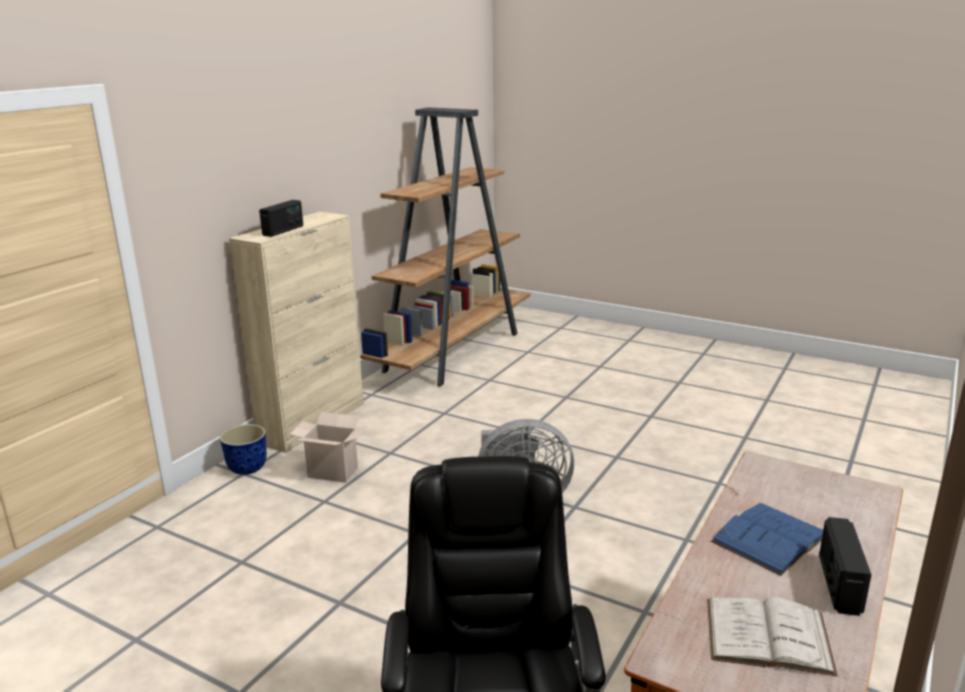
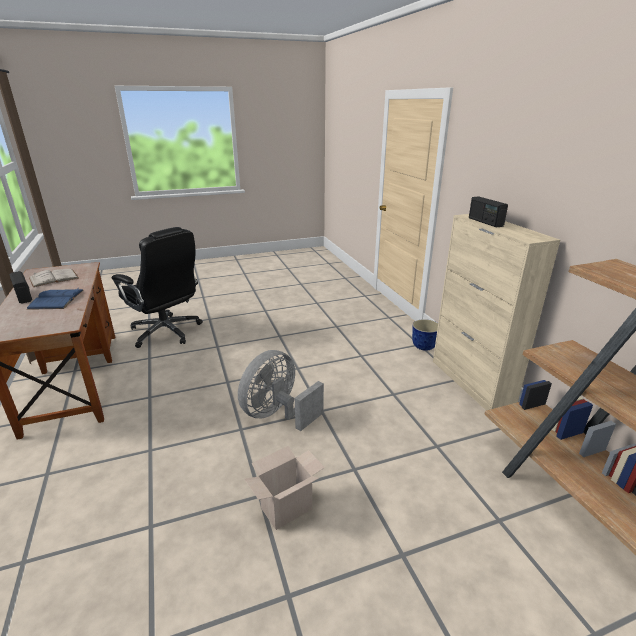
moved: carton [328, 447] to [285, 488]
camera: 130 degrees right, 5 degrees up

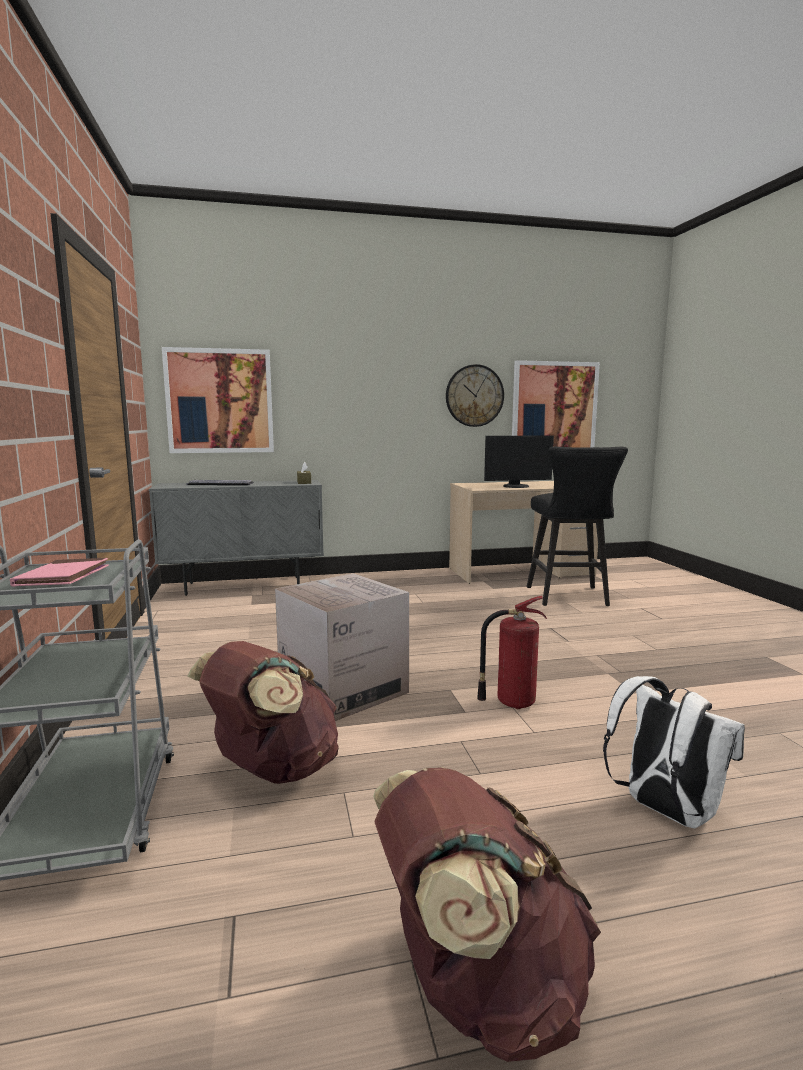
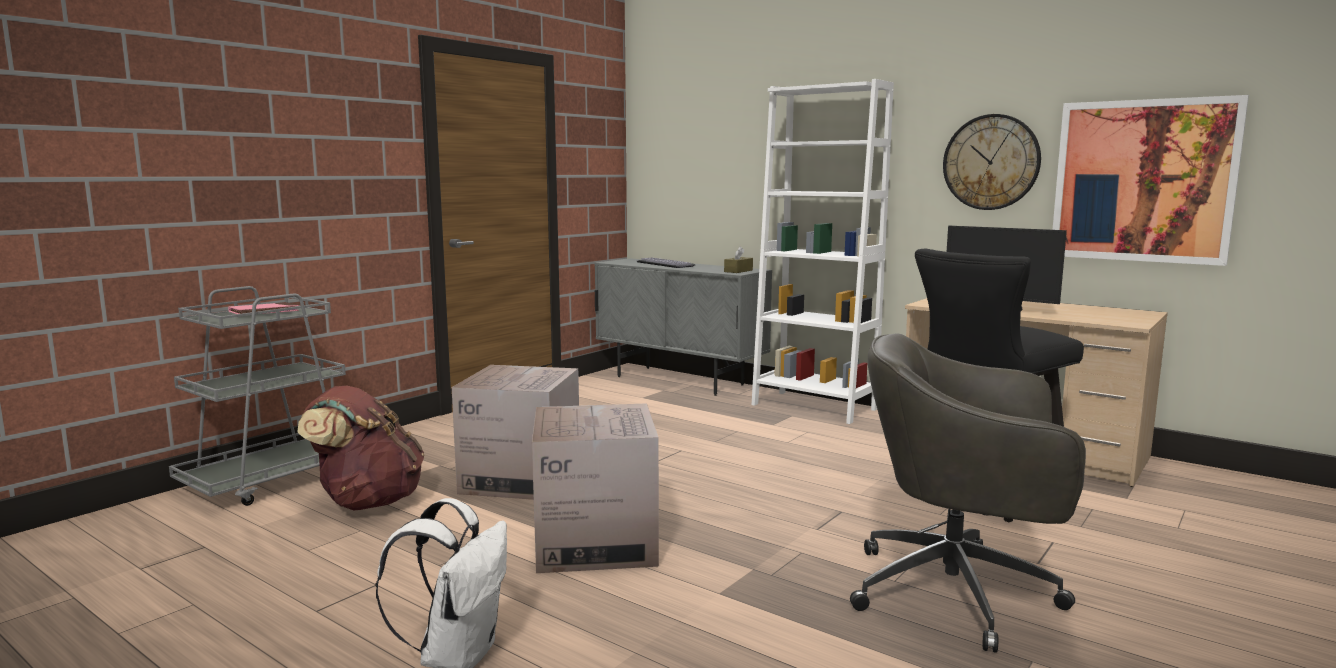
removed: picture [218, 400]; brownish rucksack [487, 914]
added: white bookcase [822, 251]; greyish computer chair [968, 493]
replaced: fire-fighting cylinder [512, 652] to carton [595, 488]
camera: 50 degrees right, 0 degrees up

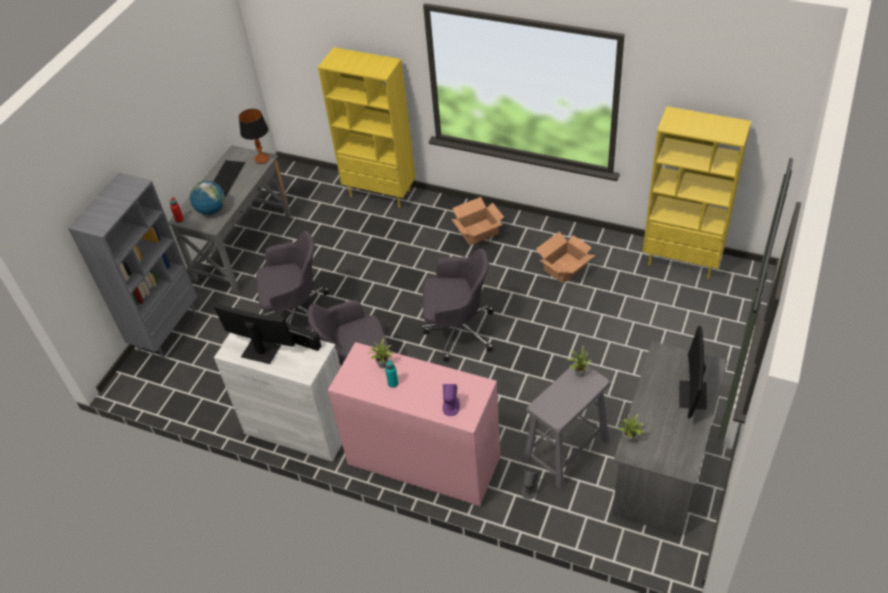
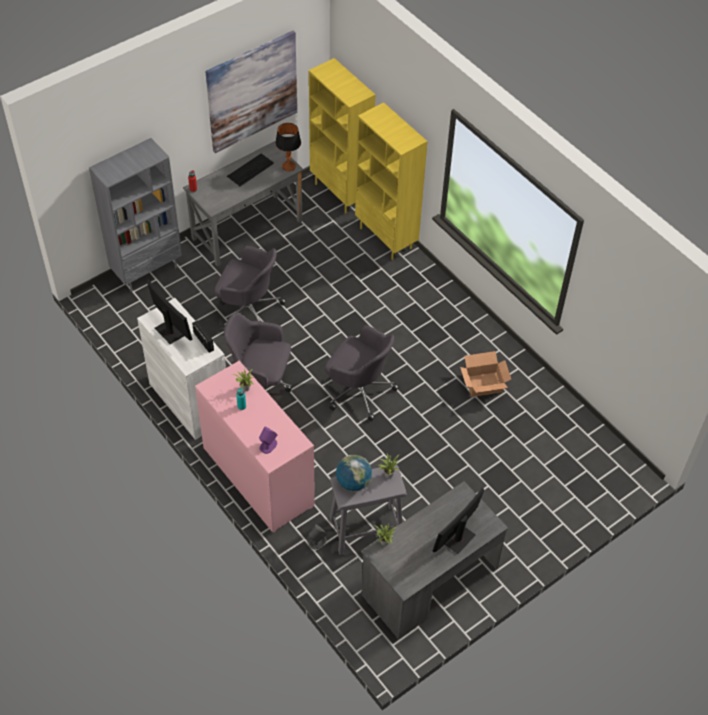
removed: carton [477, 221]
added: picture [251, 91]
moved: yellowish bookcase [697, 192] to [342, 136]; world globe [207, 197] to [354, 473]
camera: 25 degrees right, 5 degrees up

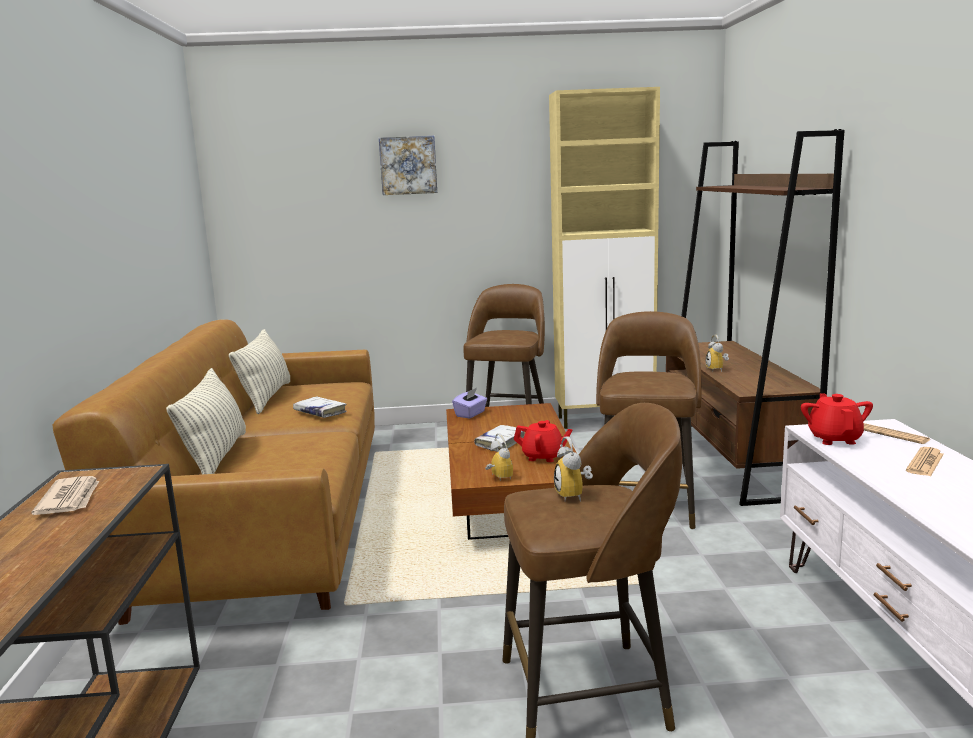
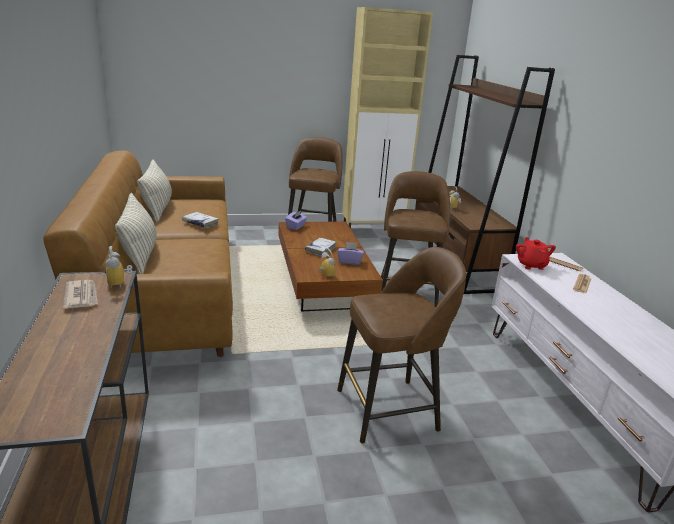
removed: picture [408, 165]
moved: table clock [573, 469] to [119, 266]
replaced: reddish pot for tea [543, 441] to purple tissue box [350, 253]
camera: 10 degrees left, 10 degrees up

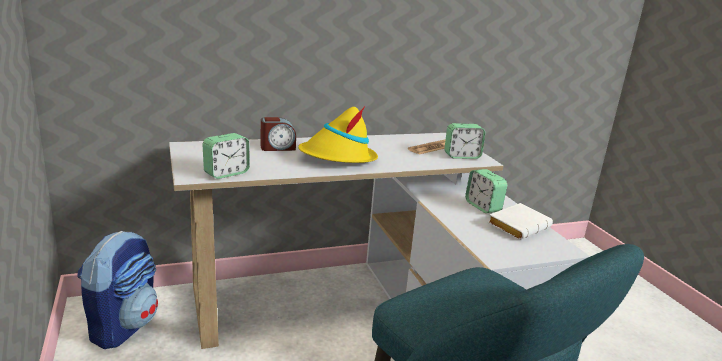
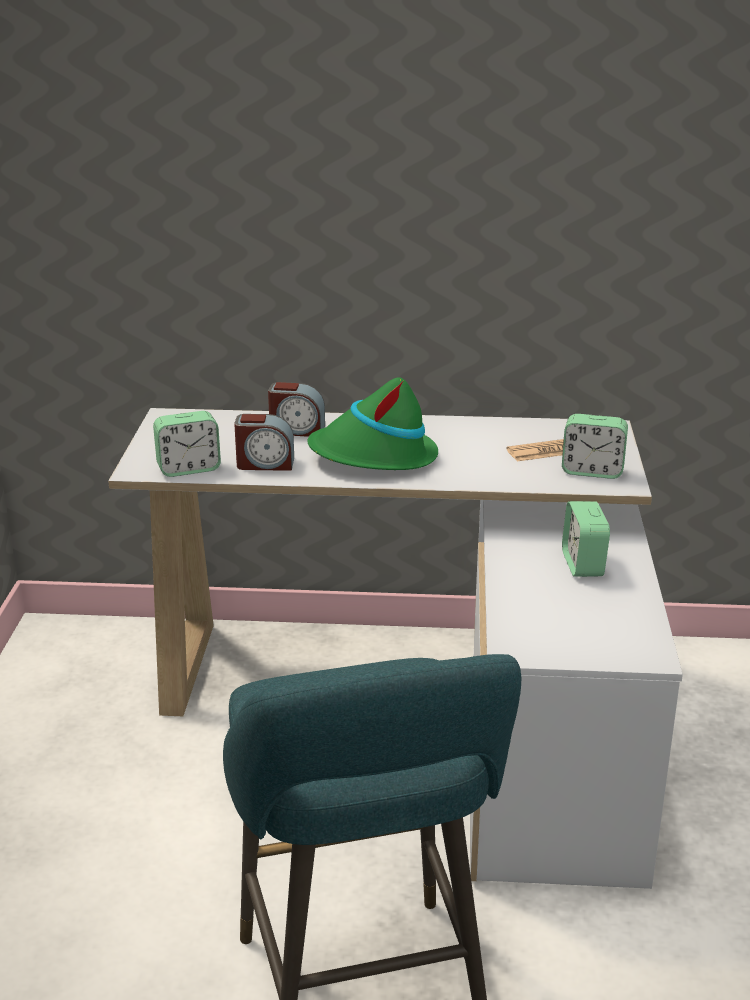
removed: rucksack [117, 290]; white volume [520, 221]
added: table clock [264, 442]
recoloured: yellowish hat [338, 134] to greenish hat [372, 423]
camera: 25 degrees right, 5 degrees up

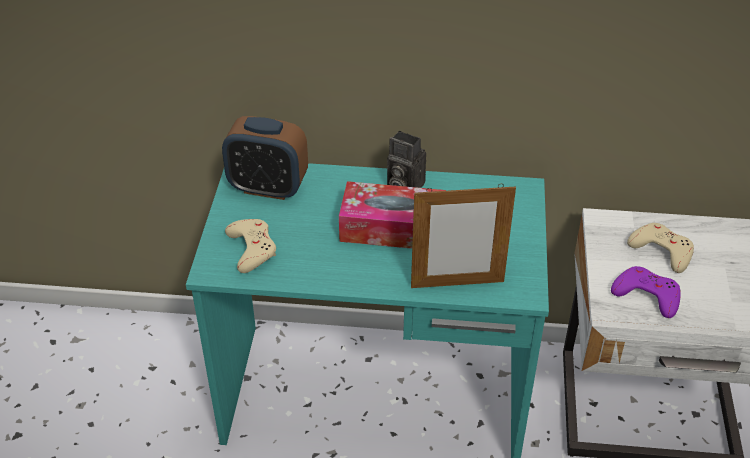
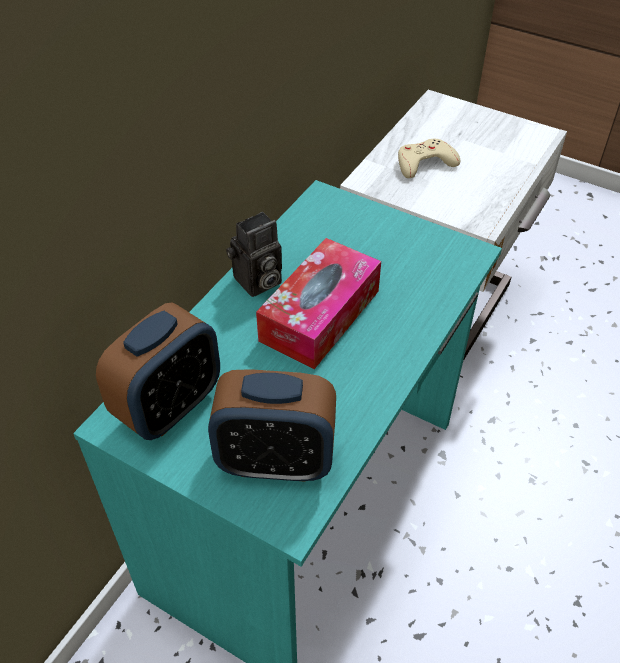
removed: standing frame [463, 236]; purple joypad [646, 292]
replaced: sand-coloured joypad [250, 246] to table clock [272, 425]
camera: 65 degrees left, 5 degrees up

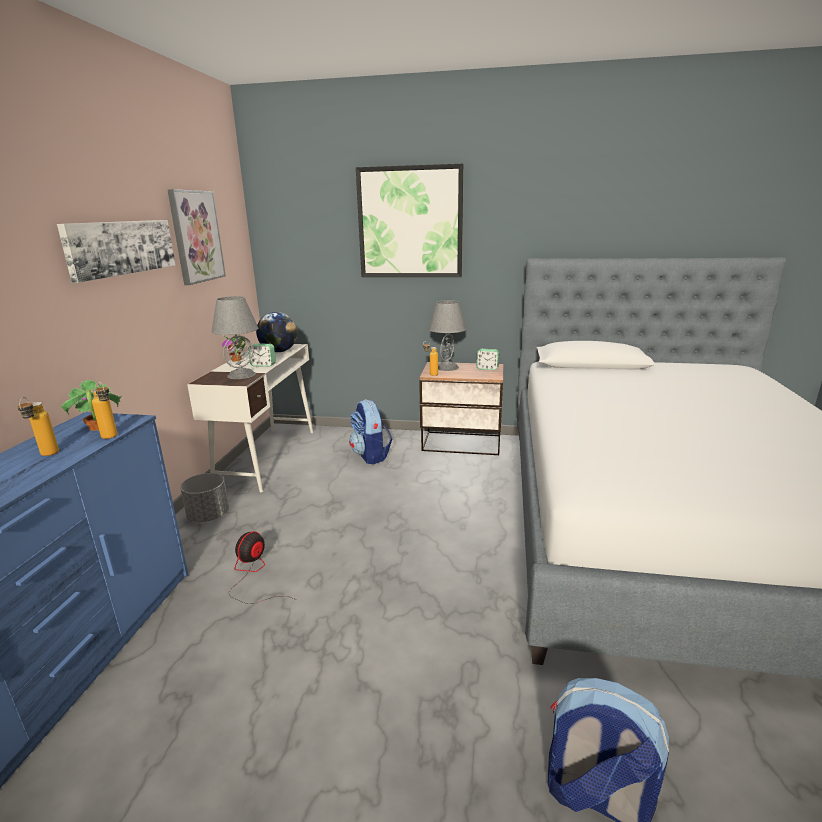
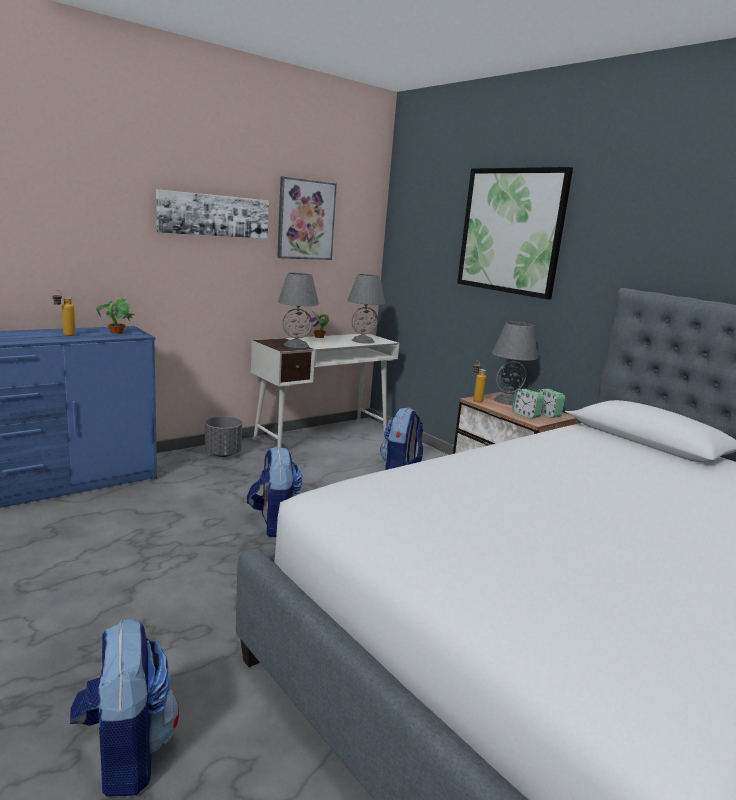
removed: bottle [104, 410]; electric fan [262, 567]
added: rucksack [275, 491]
moved: table clock [262, 355] to [528, 403]
replaced: world globe [276, 332] to greyish tabletop lamp [366, 308]
camera: 40 degrees right, 5 degrees down

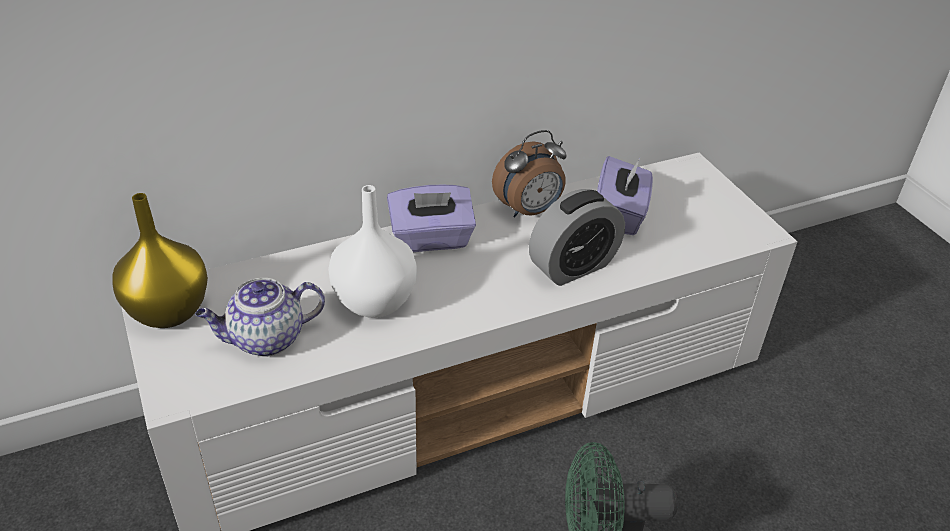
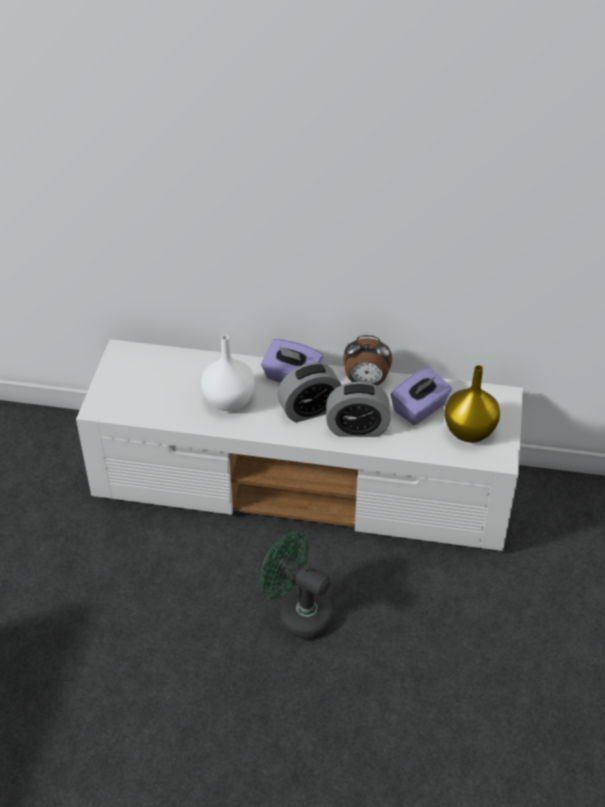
removed: pot for tea [260, 317]
added: table clock [309, 392]
moved: yellowish flower vase [160, 260] to [472, 404]
camera: 35 degrees right, 5 degrees up

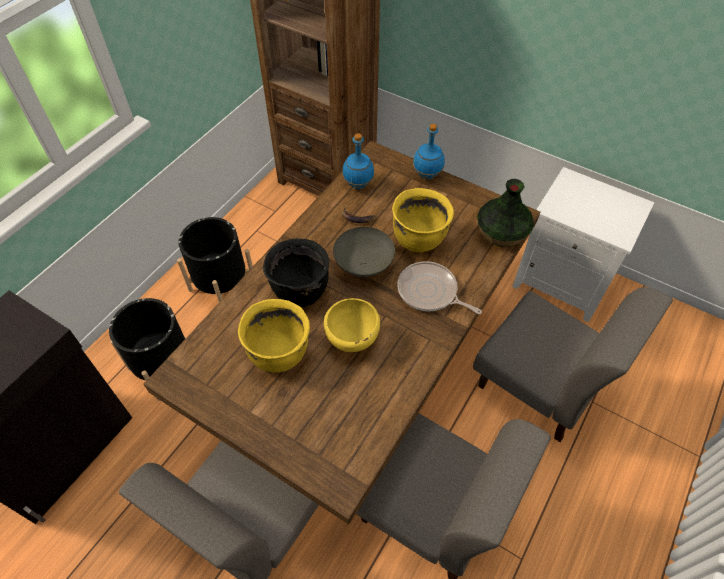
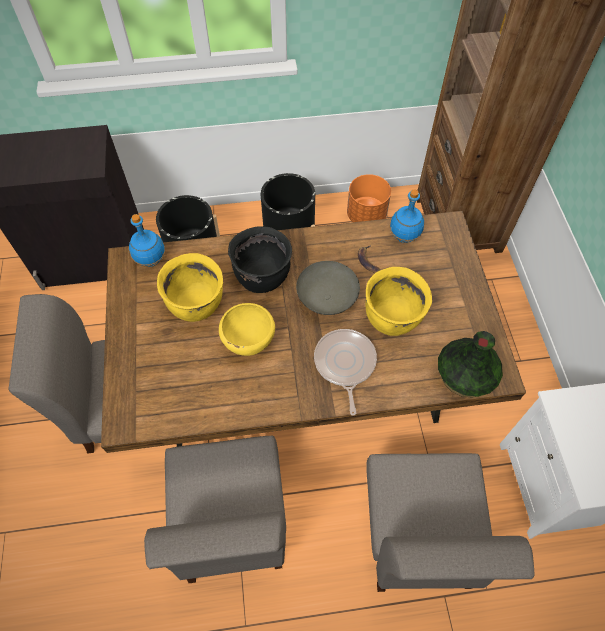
added: orange planter [369, 198]
moved: bluish bottle [429, 152] to [147, 240]
camera: 50 degrees right, 5 degrees up

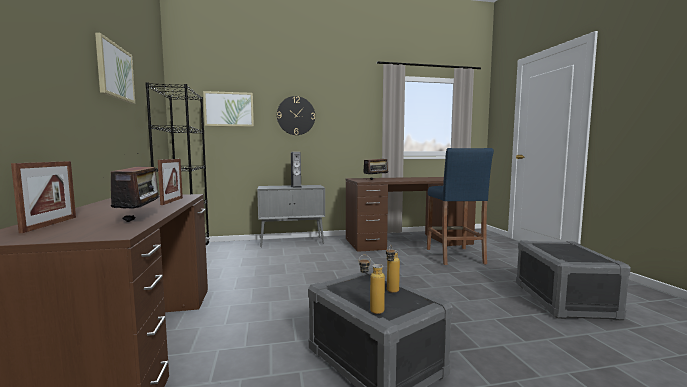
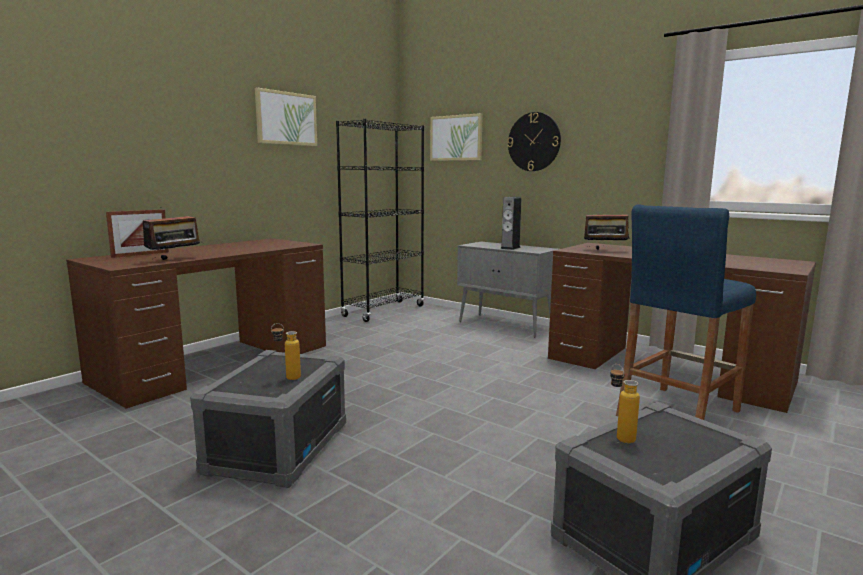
removed: standing frame [170, 182]
moved: bottle [371, 284] to [625, 403]
camera: 50 degrees right, 5 degrees up

